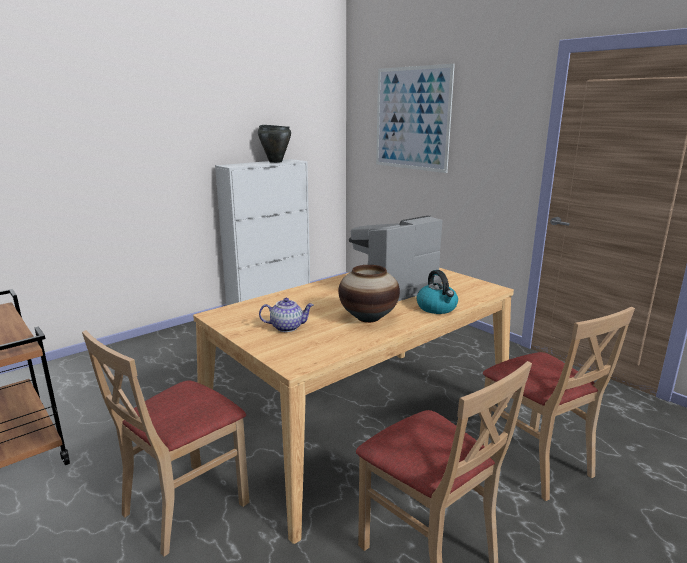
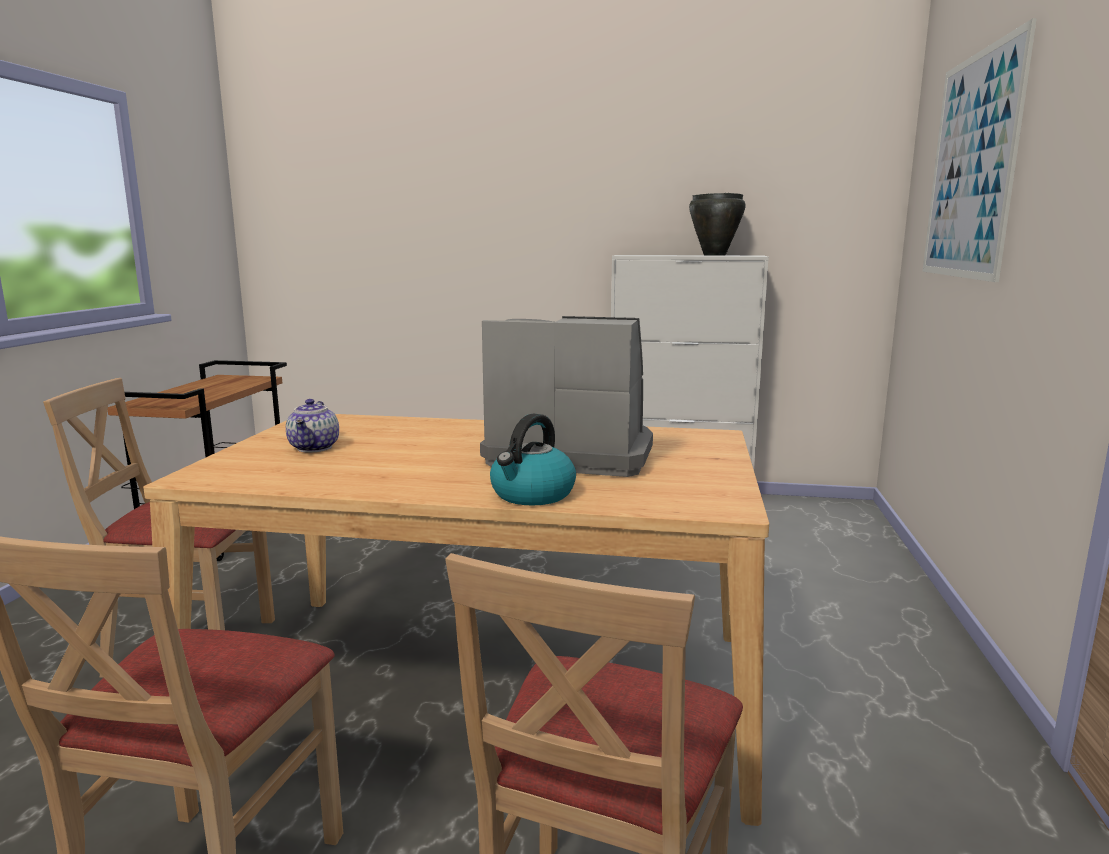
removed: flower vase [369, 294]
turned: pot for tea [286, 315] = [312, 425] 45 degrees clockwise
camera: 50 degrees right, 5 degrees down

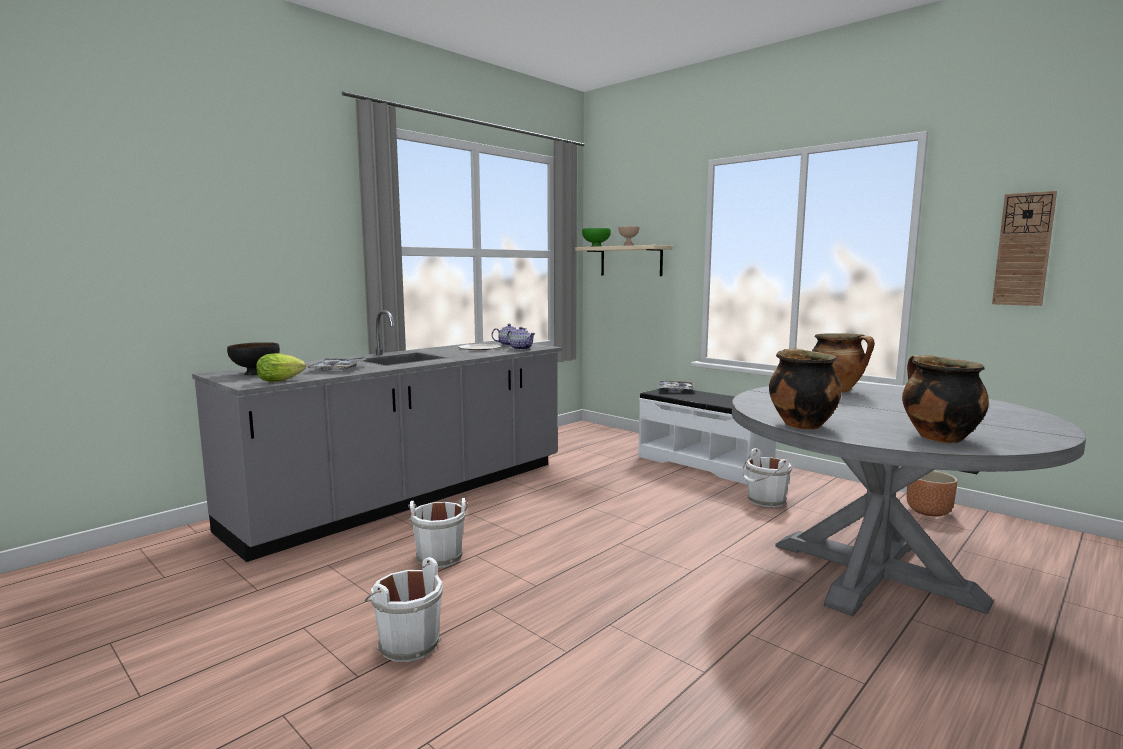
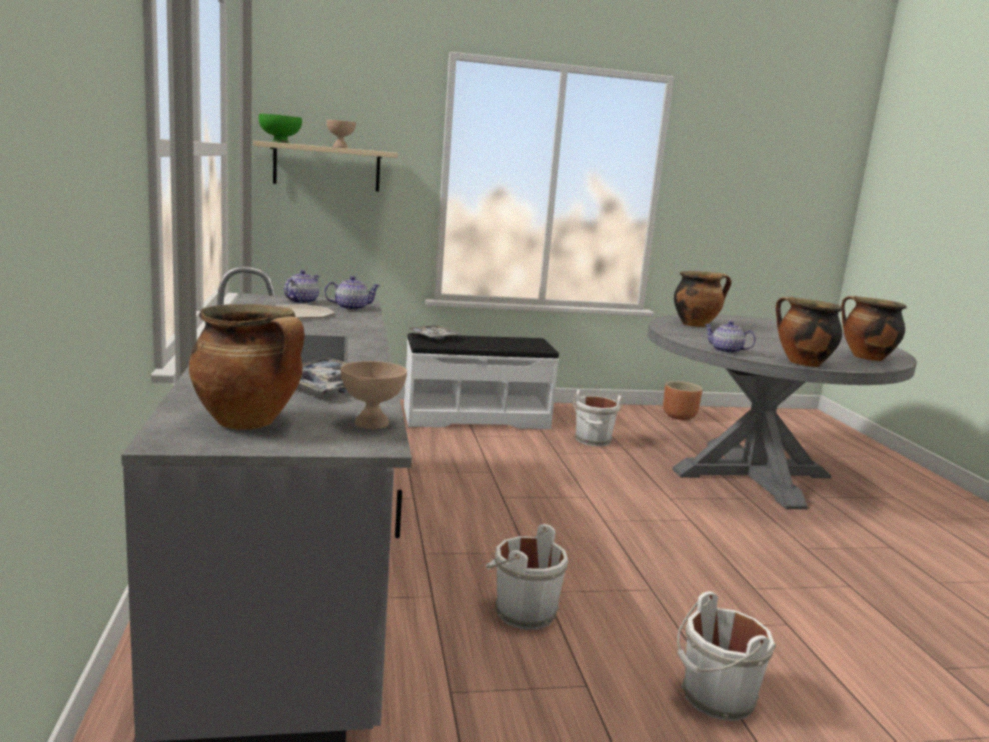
removed: clock on the wall [1024, 248]
added: pot for tea [730, 337]
replaced: blackish serving bowl [253, 358] to cooking pot [247, 367]; head of lettuce [281, 367] to sand-coloured serving bowl [374, 395]
camera: 55 degrees left, 5 degrees up

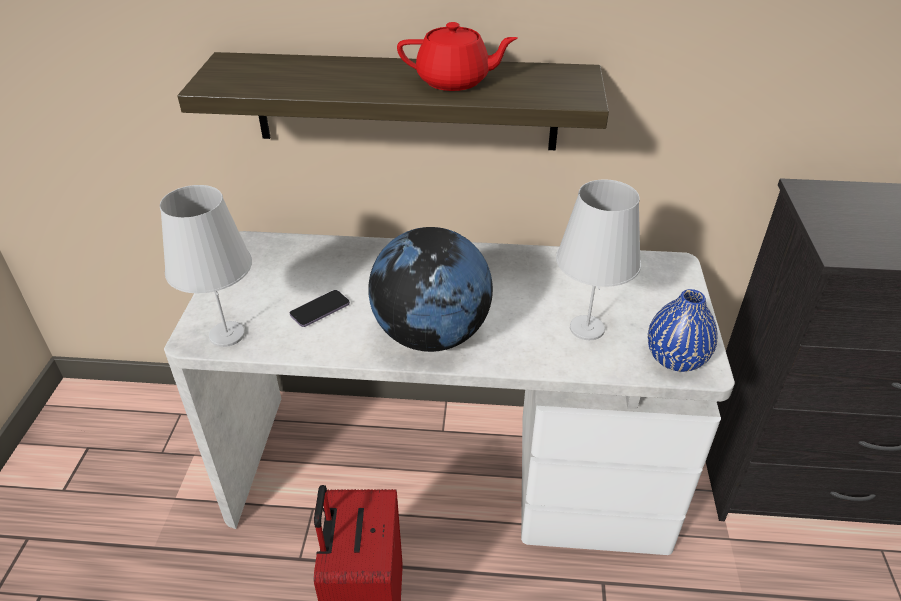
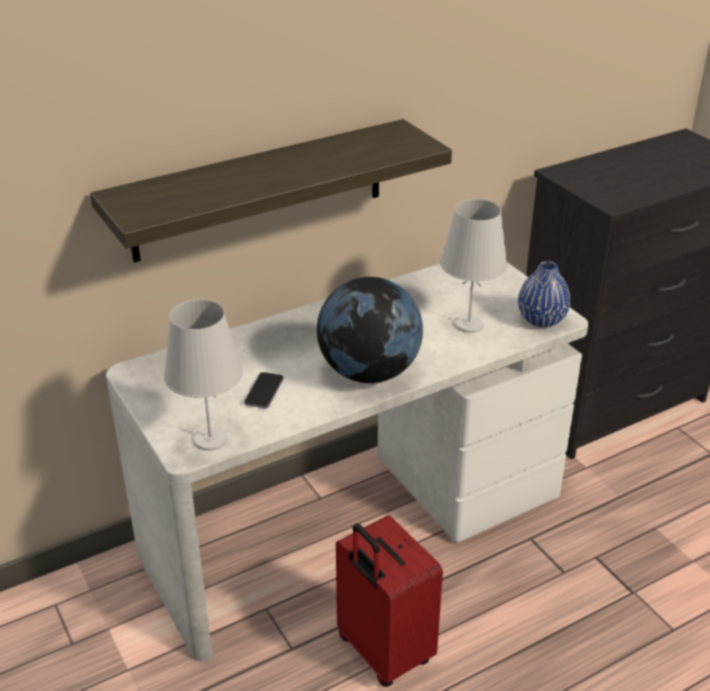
removed: reddish pot for tea [457, 56]
camera: 35 degrees left, 5 degrees down

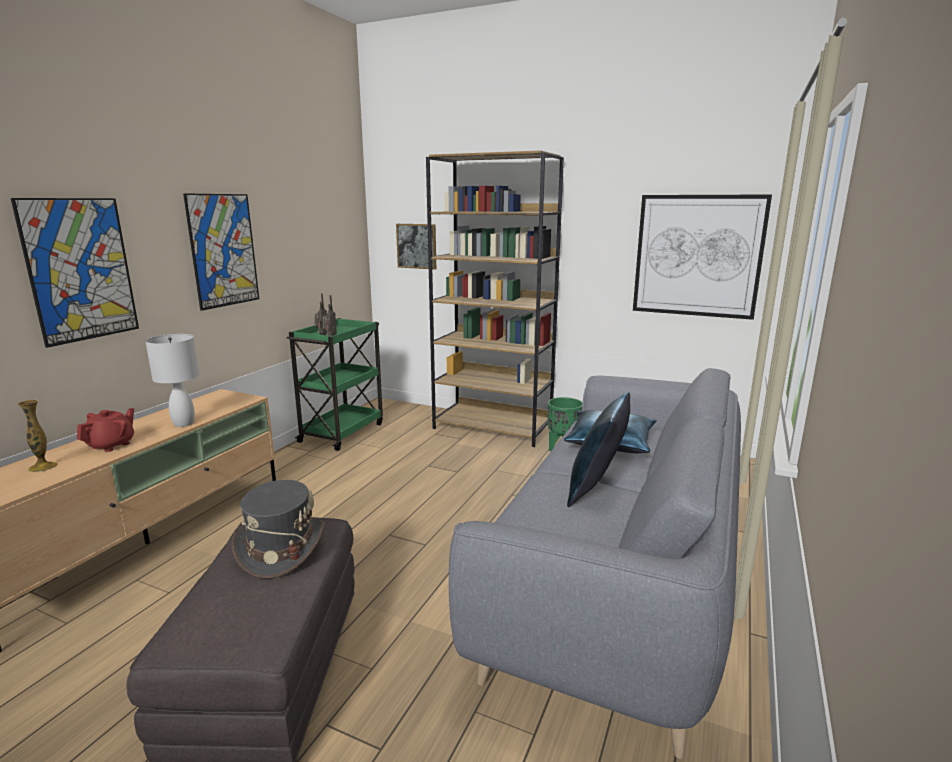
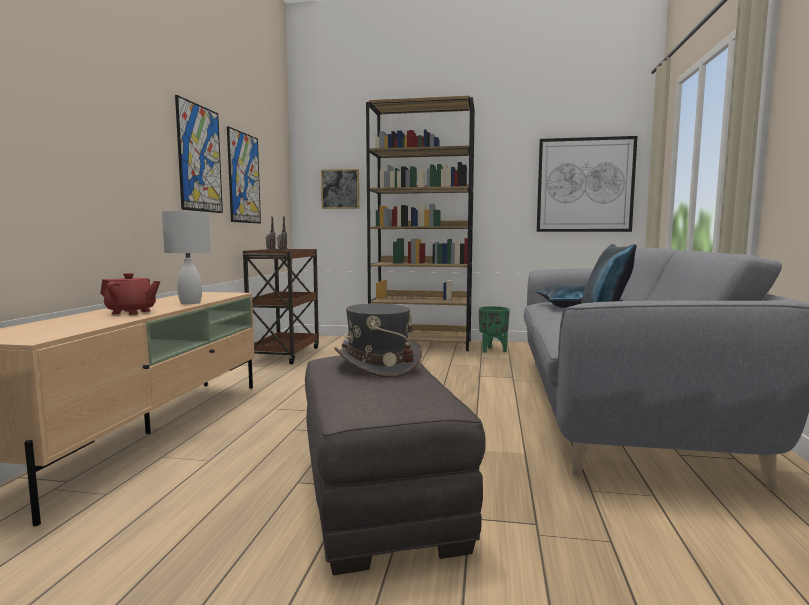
removed: flower vase [37, 436]
moved: picture [75, 273] to [244, 174]
recoloured: greenish wheeled cart [335, 384] to brownish wheeled cart [281, 306]
turned: reddish pot for tea [105, 430] = [130, 294] 90 degrees clockwise
camera: 15 degrees left, 10 degrees down

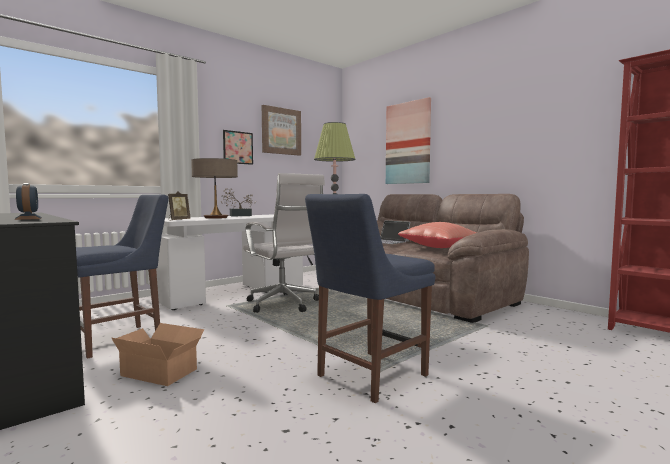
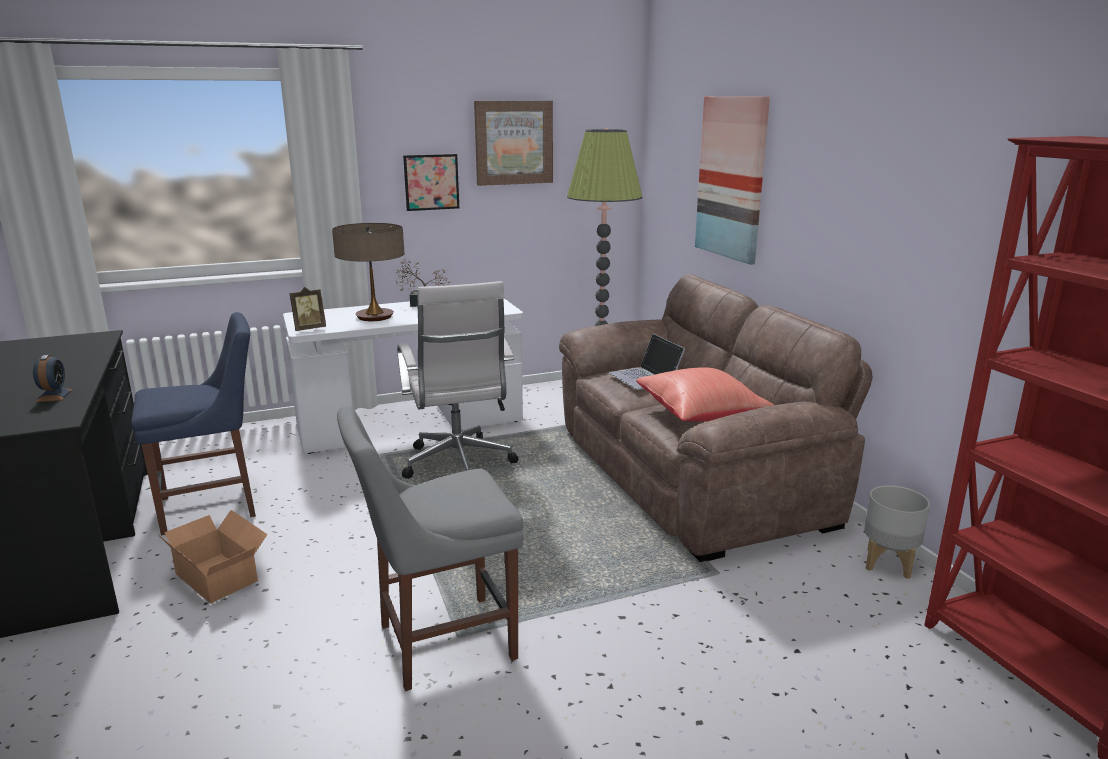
added: greyish planter [897, 532]
recoloured: bluish chair [370, 298] to greyish chair [430, 548]
camera: 20 degrees right, 15 degrees up

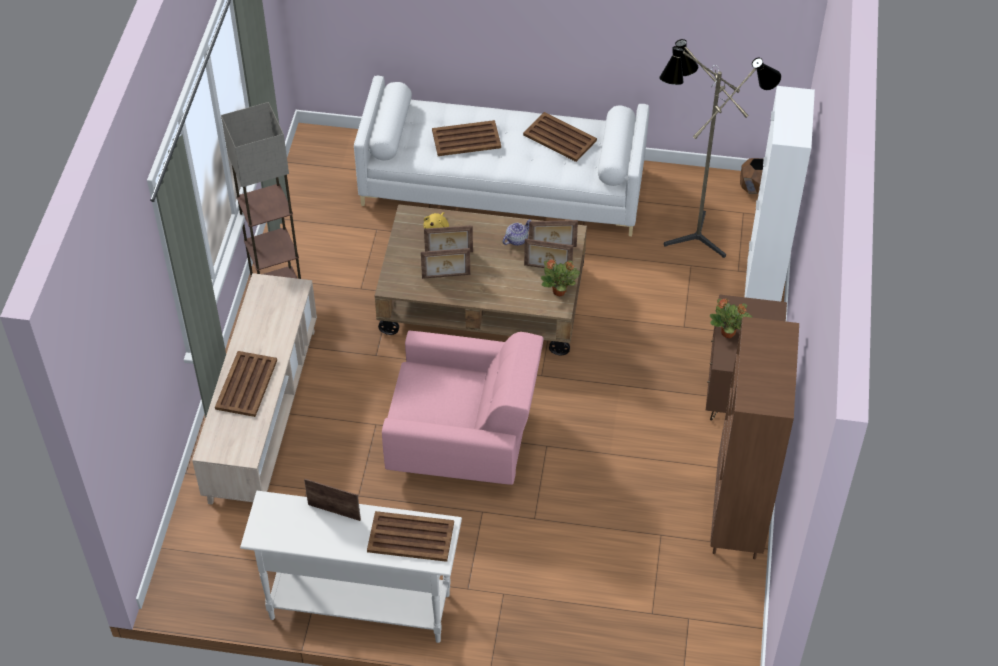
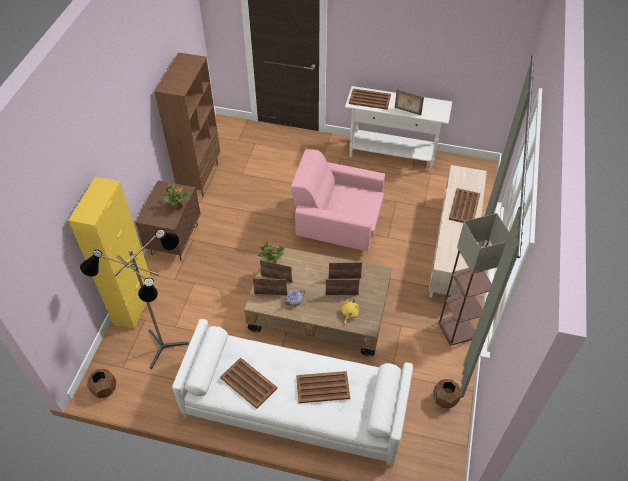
added: brownish planter [447, 394]
recoloured: white storage cabinet [780, 194] to yellowish storage cabinet [109, 253]
camera: 175 degrees left, 0 degrees up

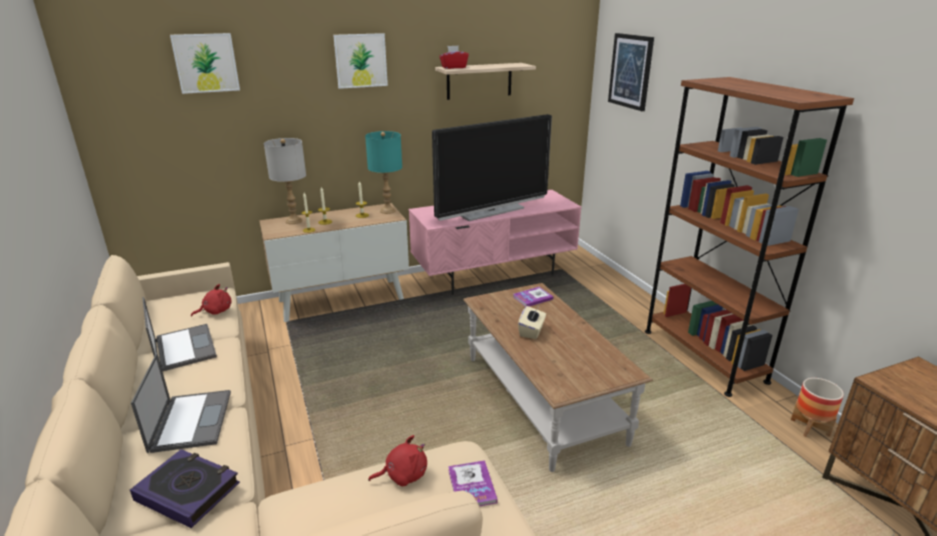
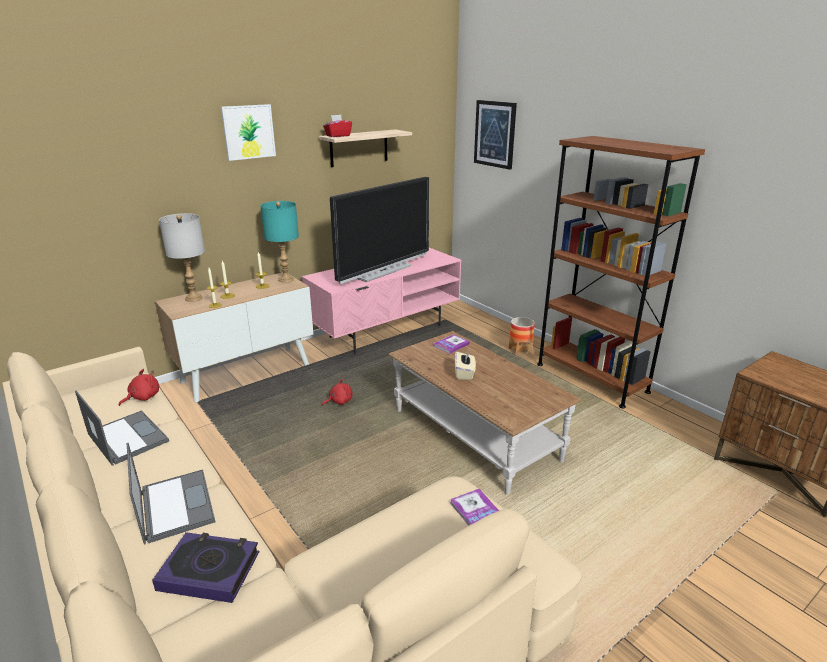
removed: picture [205, 63]
moved: reddish cuddly toy [397, 460] to [337, 392]; planter [817, 407] to [522, 336]
camera: 15 degrees left, 0 degrees up

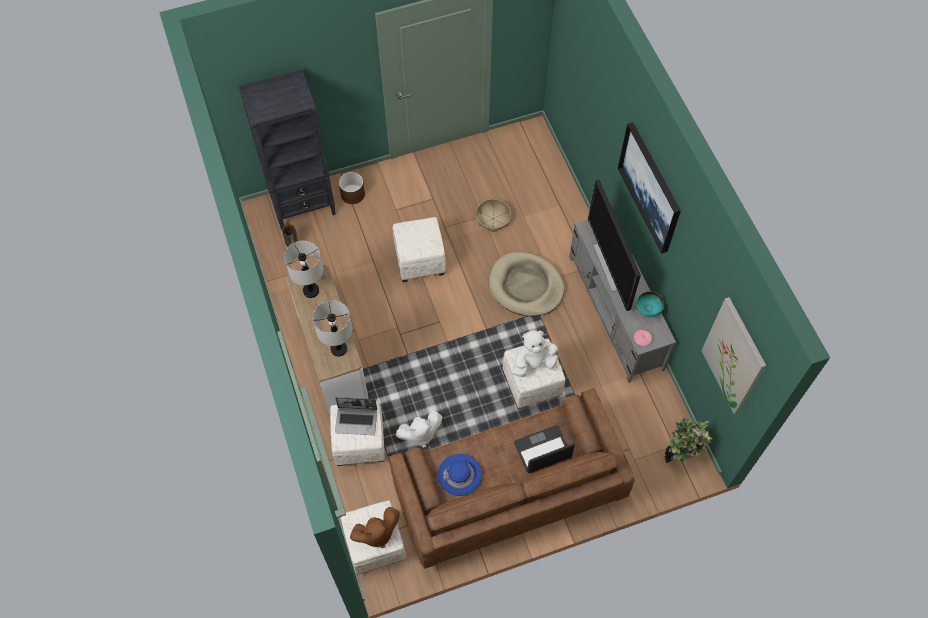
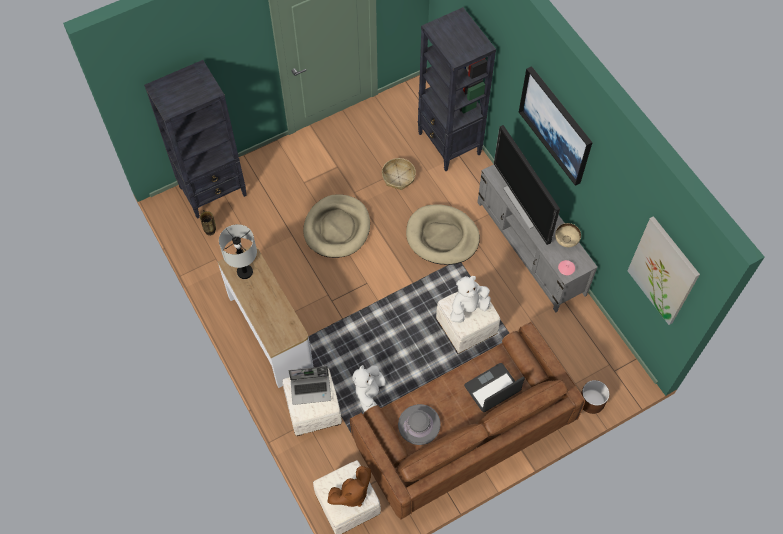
removed: greyish tabletop lamp [332, 328]; potted plant [688, 440]
added: blackish bookcase [456, 89]
moved: brownish planter [352, 188] to [595, 397]
replaced: white footrest [419, 249] to sand-coloured dog cushion [336, 226]
recoloured: bluish hat [460, 475] to greyish hat [419, 424]; turquoise-coloured serving bowl [650, 304] to sand-coloured serving bowl [568, 235]
turned: white cuddly toy [419, 429] = [369, 388] 135 degrees clockwise
camera: 10 degrees left, 0 degrees up

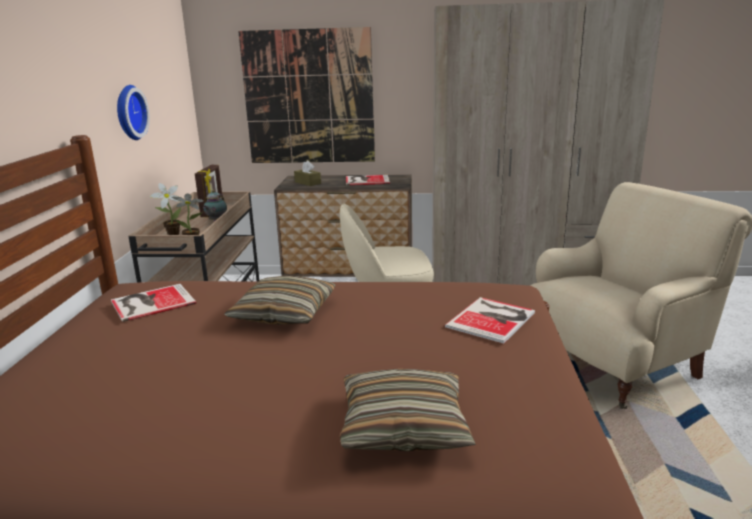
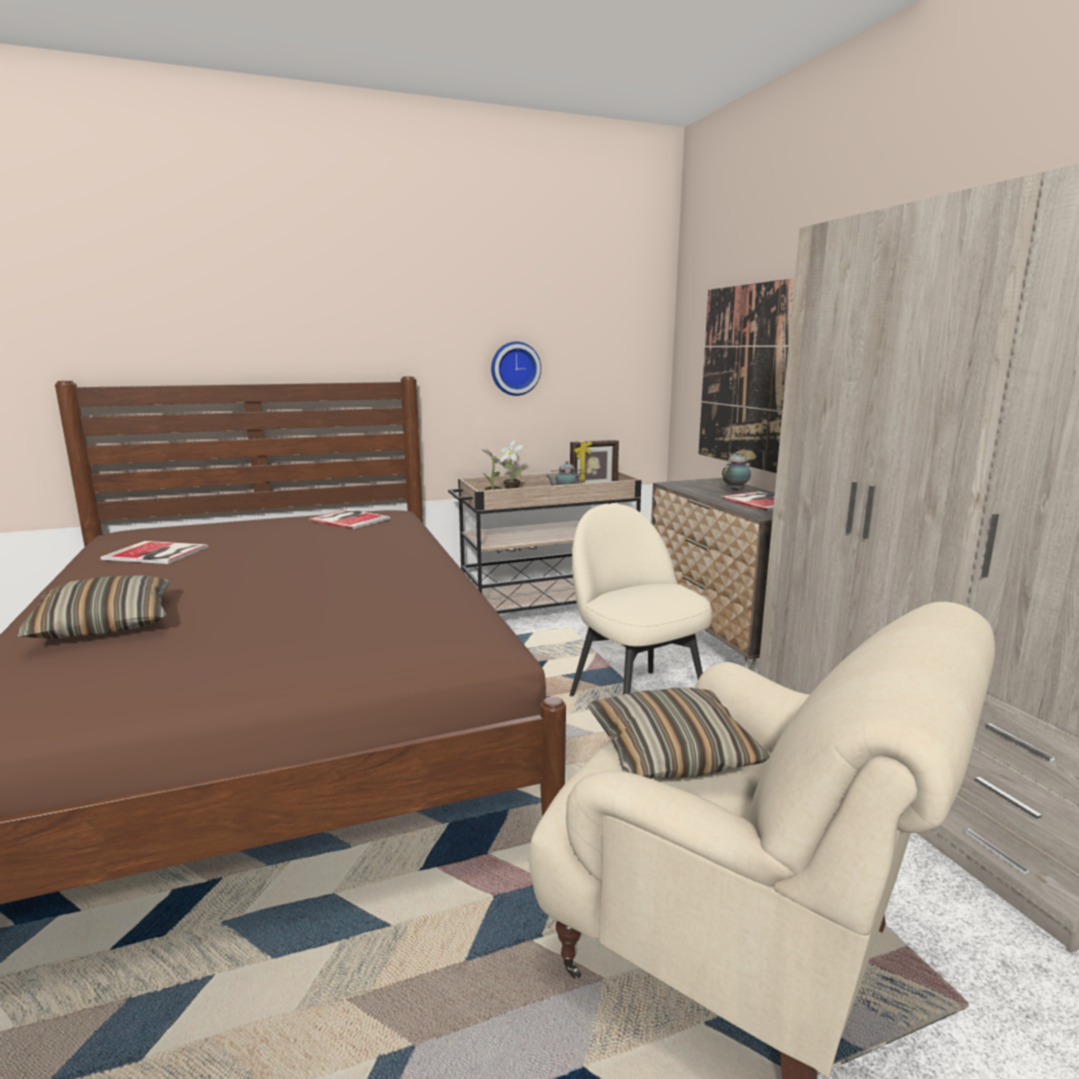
removed: brownish tissue box [307, 173]
added: pot for tea [736, 472]
moved: volume [490, 320] to [154, 552]; throw pillow [280, 300] to [678, 733]
camera: 65 degrees right, 5 degrees down

